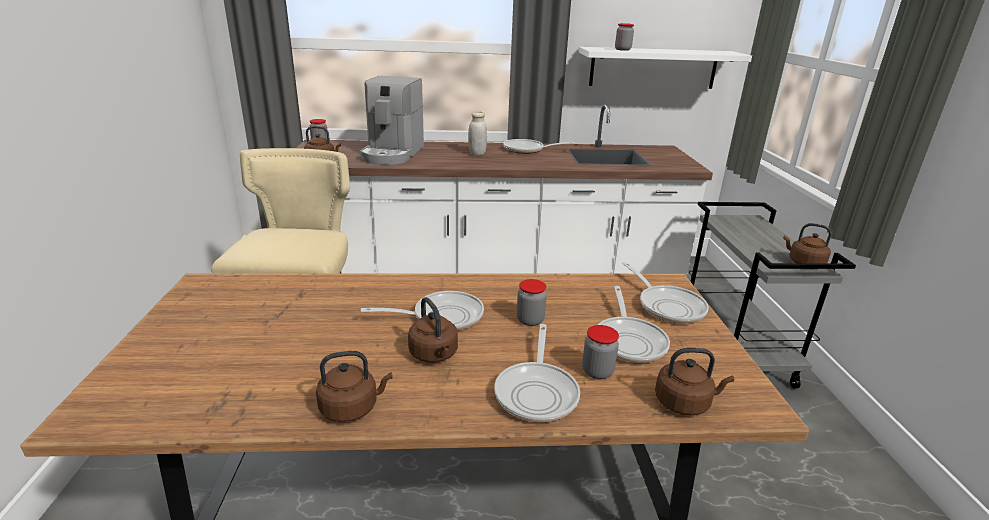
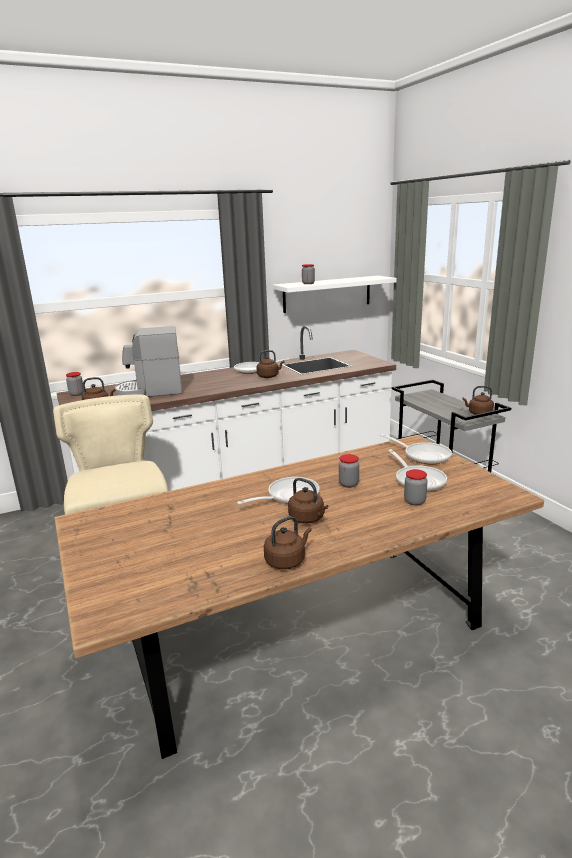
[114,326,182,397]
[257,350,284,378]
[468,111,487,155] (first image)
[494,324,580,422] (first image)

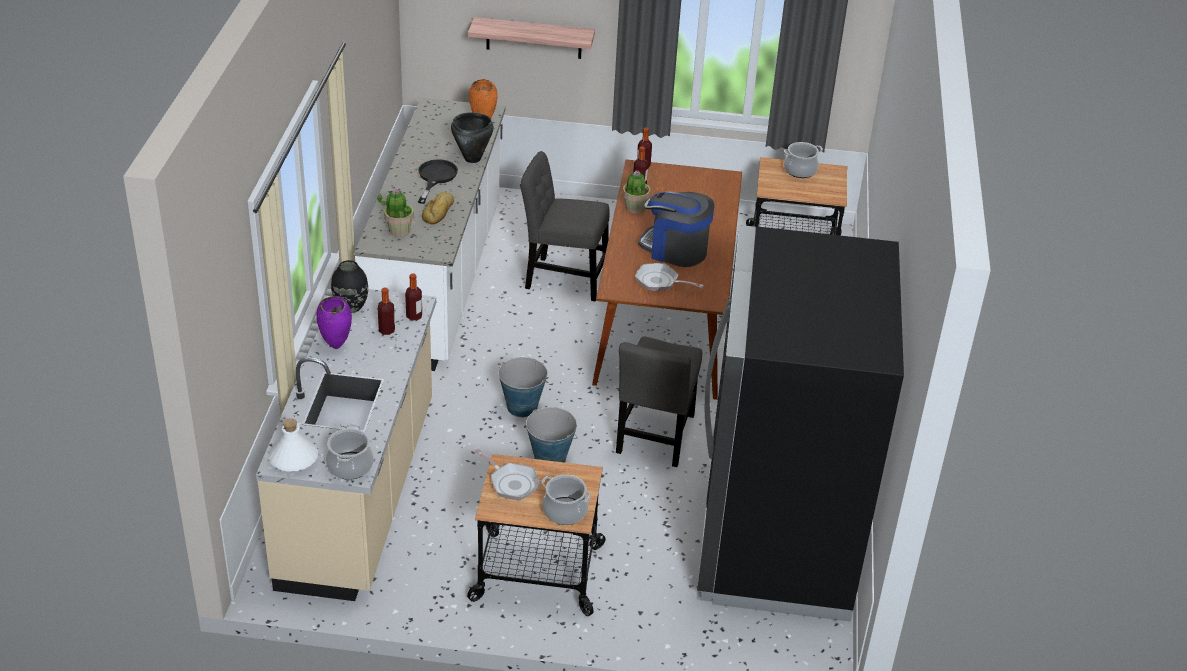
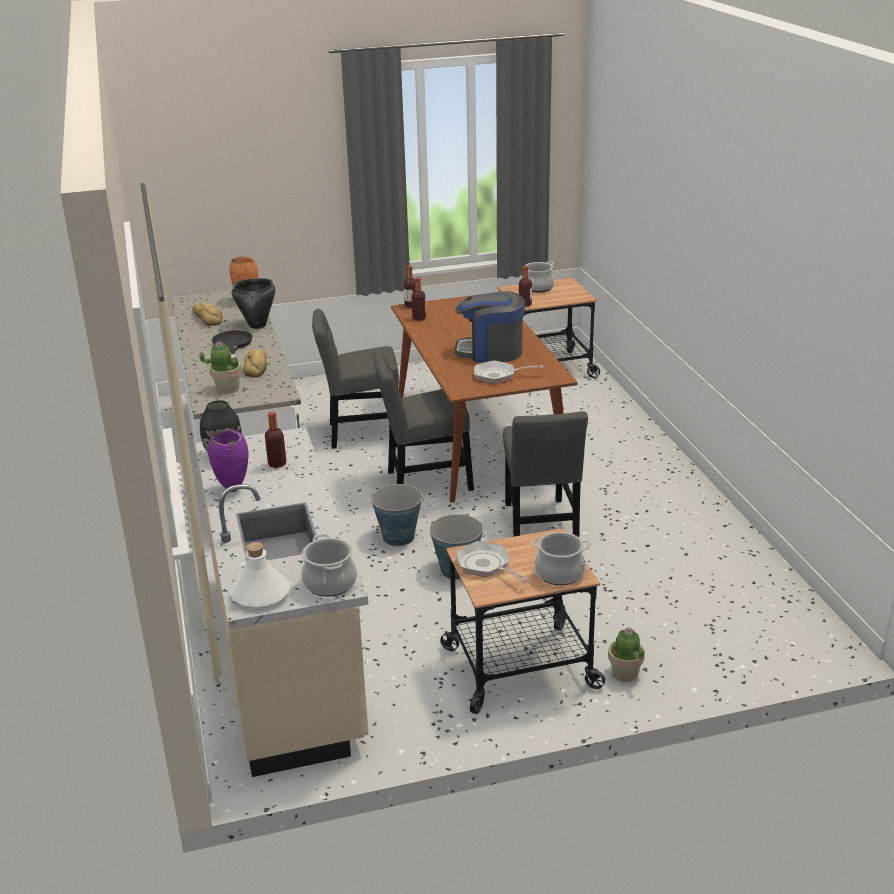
[192,303,222,326]
[373,350,474,491]
[456,541,528,582]
[519,266,532,307]
[608,627,645,682]
[468,17,595,59] (first image)
[697,225,904,622] (first image)

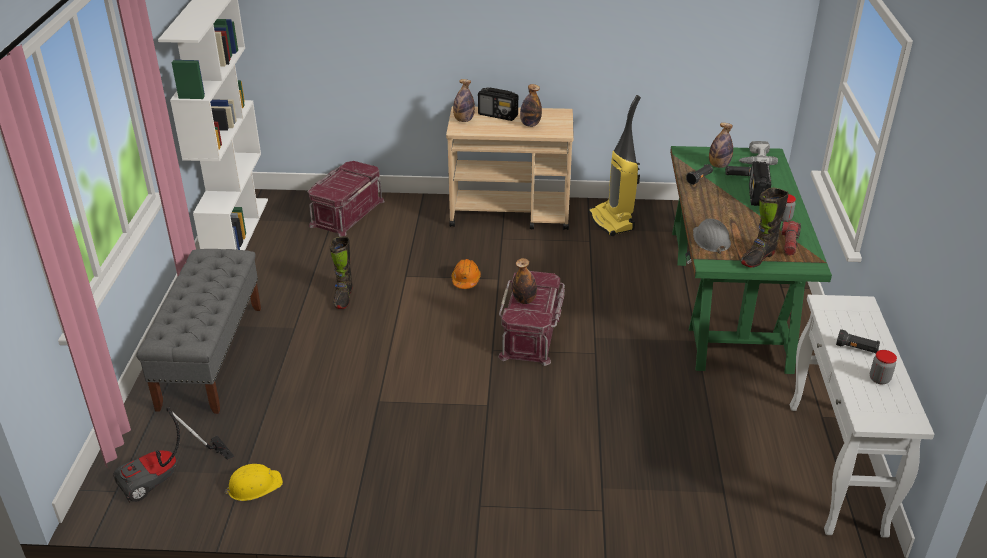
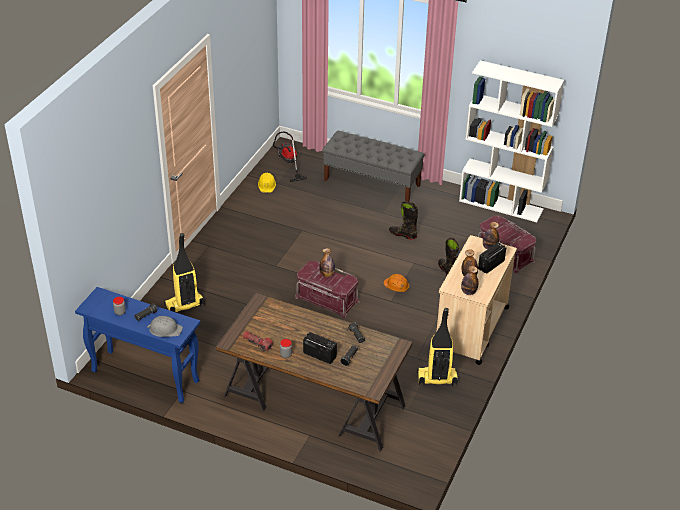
[75,287,200,403]
[147,316,183,337]
[164,233,205,312]
[216,293,412,452]
[438,238,459,276]
[461,266,479,295]
[738,141,778,165] (first image)

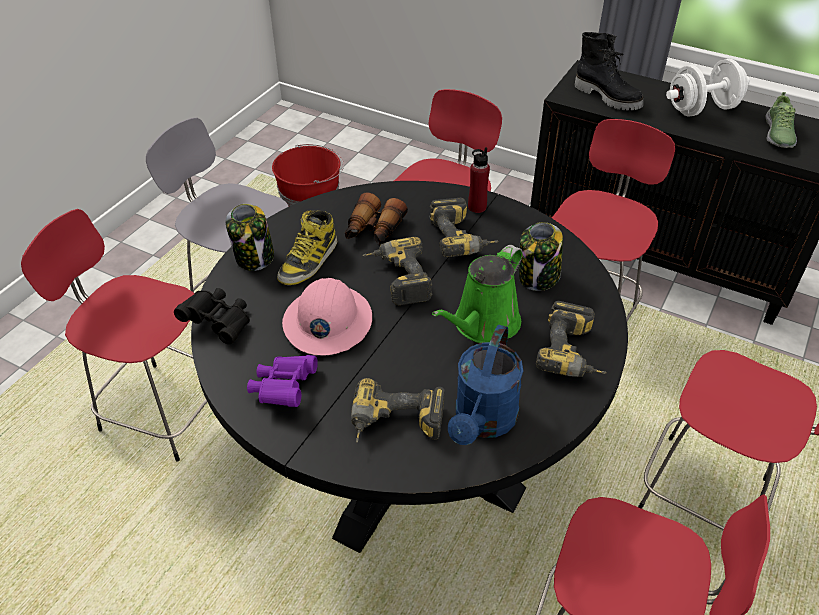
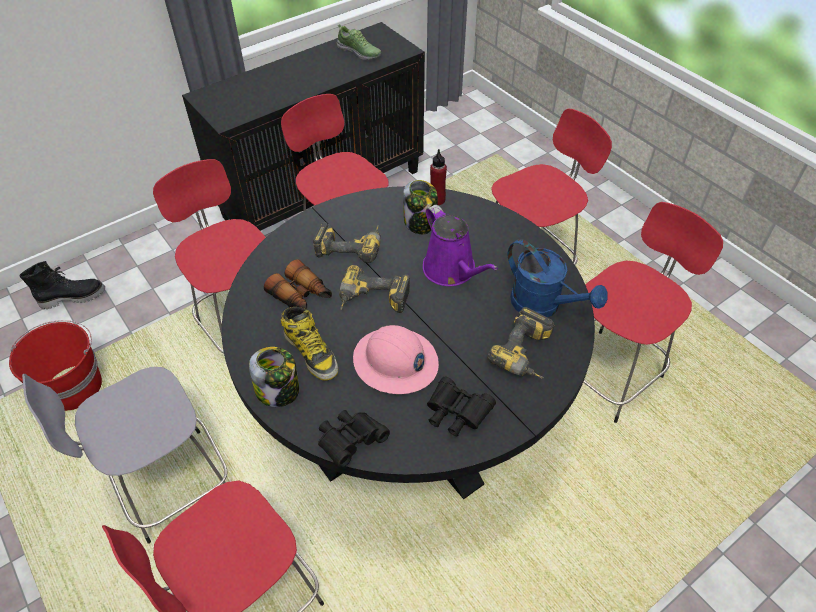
[19,261,105,309]
[423,205,498,286]
[427,377,496,436]
[430,149,447,205]
[536,301,606,377] (first image)
[666,59,750,117] (first image)

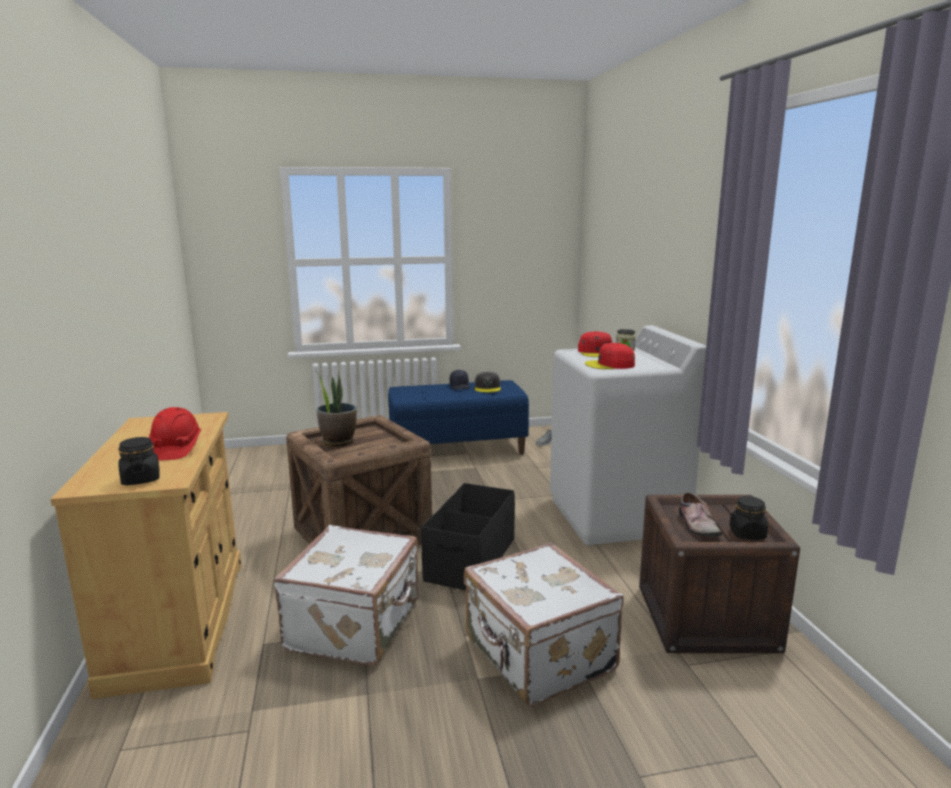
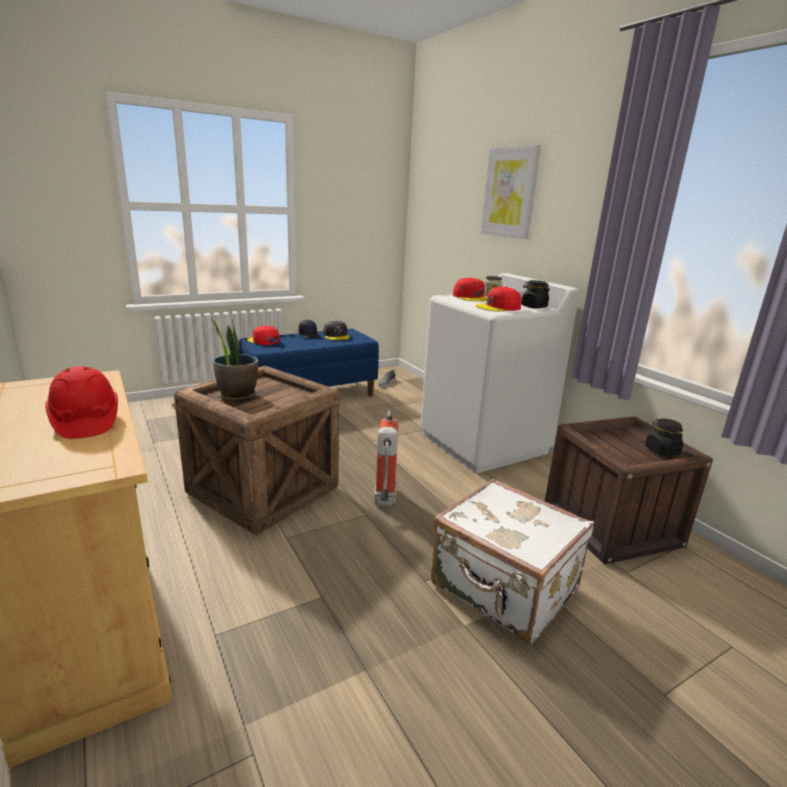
[247,326,280,345]
[374,410,398,506]
[481,145,541,239]
[521,280,550,309]
[273,525,419,666] (first image)
[679,492,722,536] (first image)

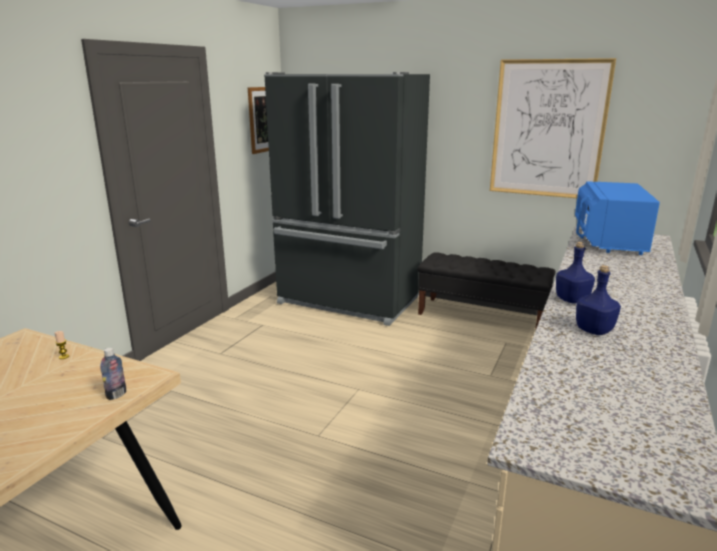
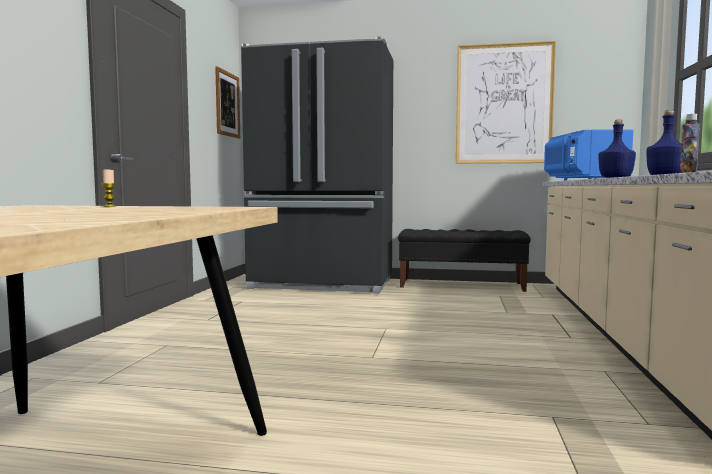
[680,114,700,173]

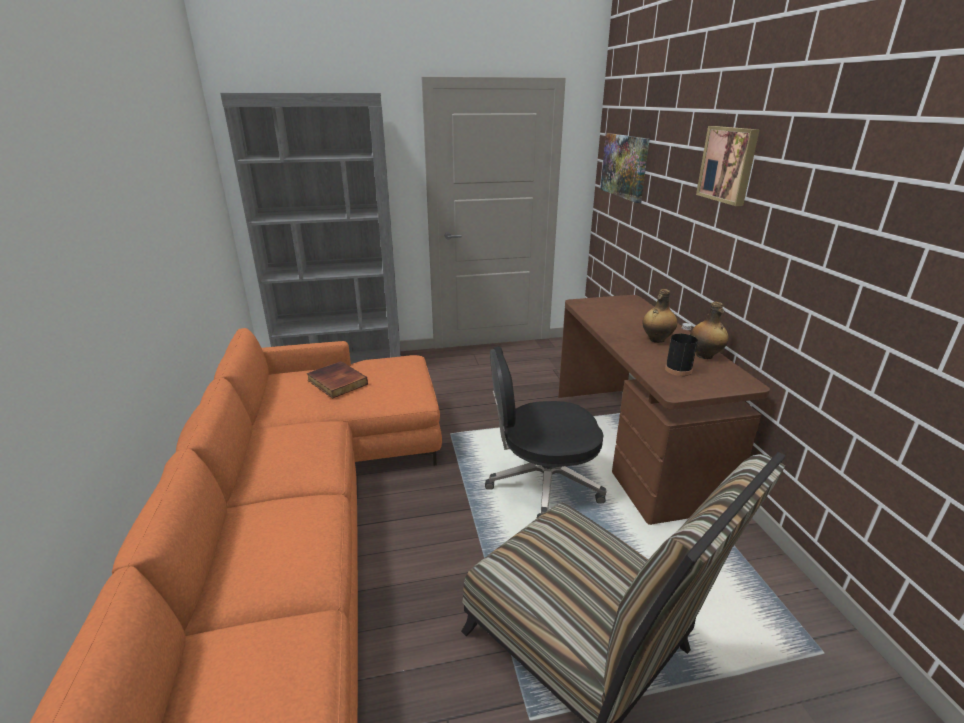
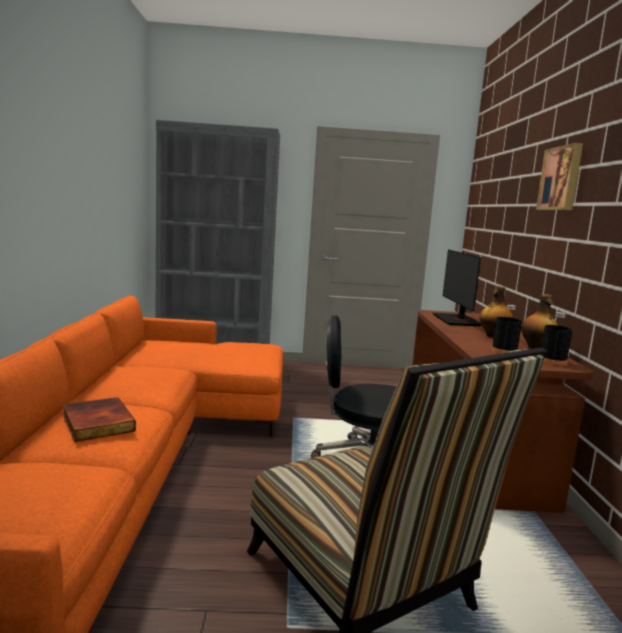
[63,397,136,442]
[433,250,481,326]
[541,312,572,366]
[600,133,650,203] (first image)

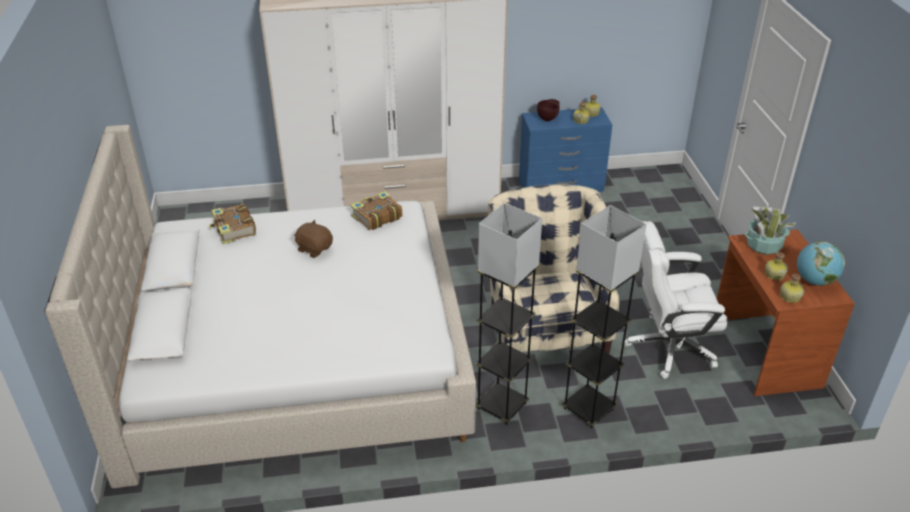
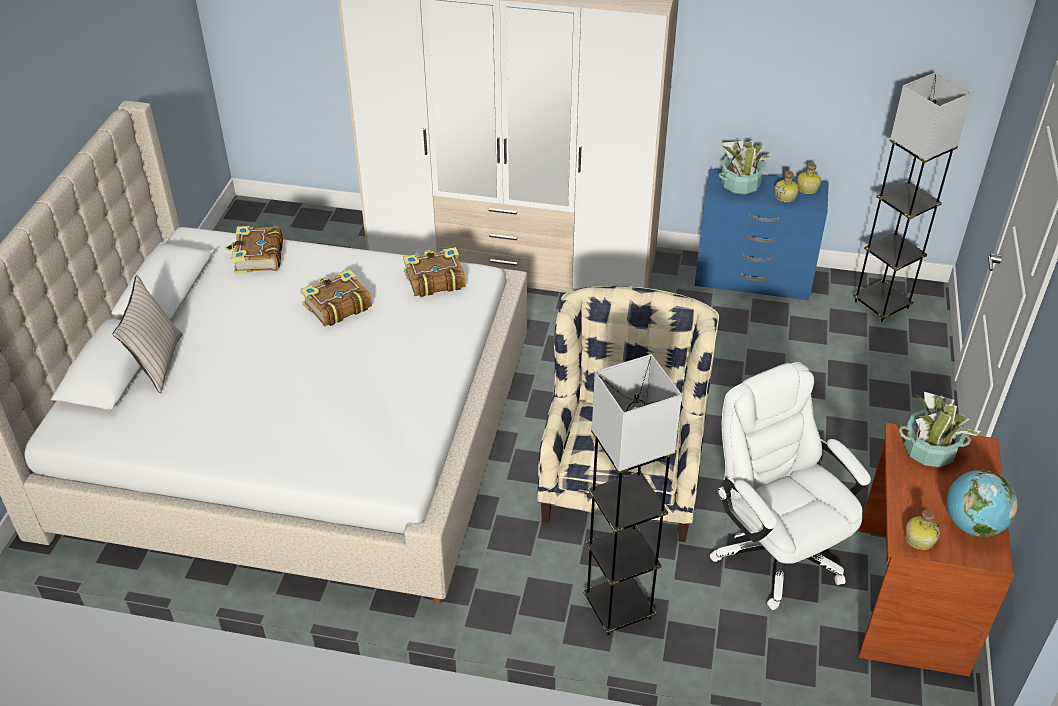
[113,275,183,393]
[300,269,372,326]
[710,362,871,610]
[718,140,771,195]
[853,72,973,322]
[765,252,788,280] (first image)

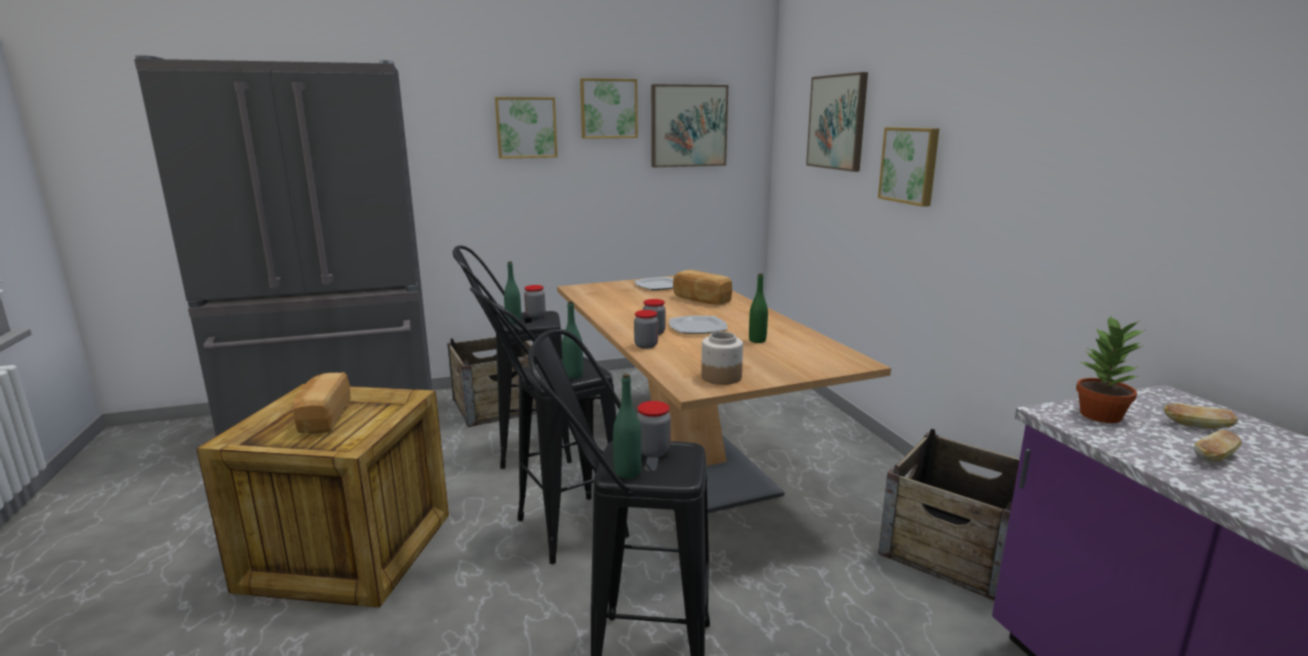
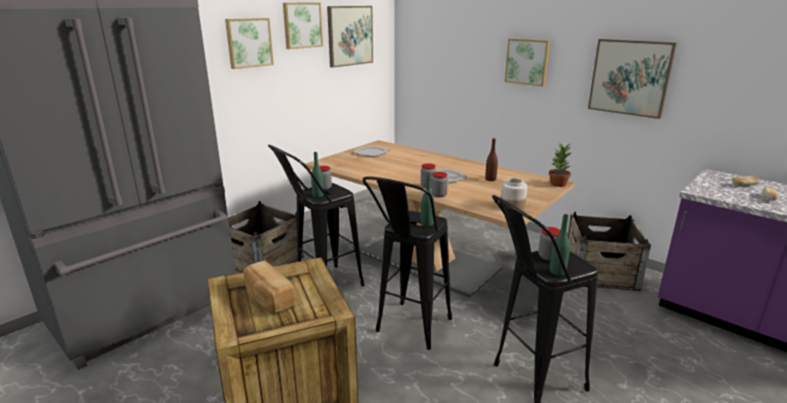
[485,138,498,181]
[549,143,572,187]
[588,39,677,119]
[673,269,732,304] (first image)

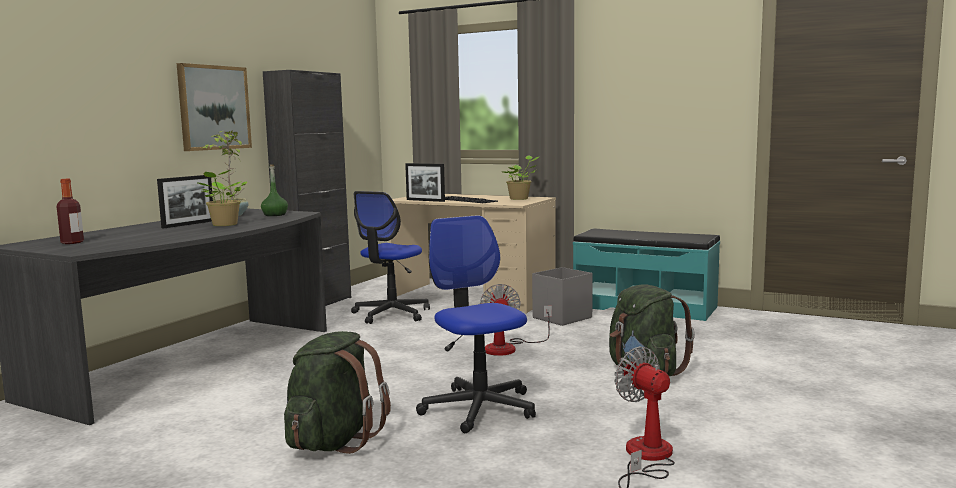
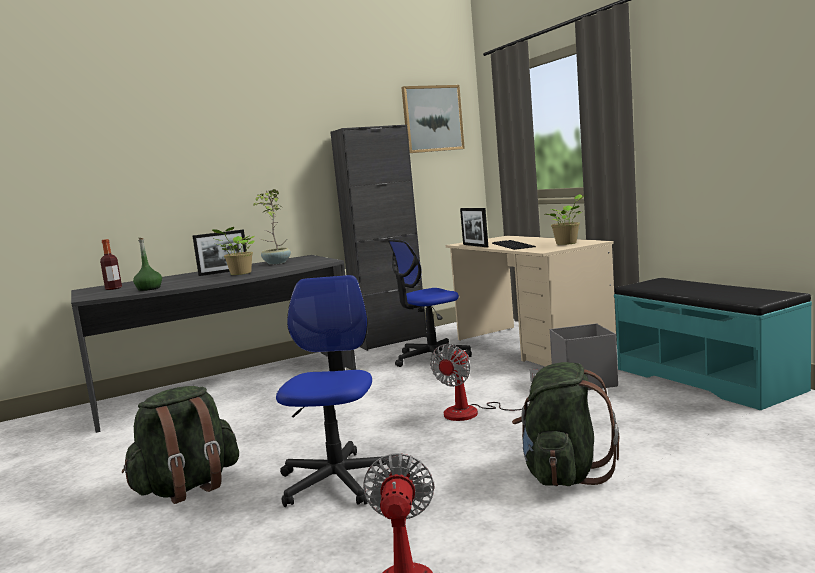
[133,238,162,291]
[401,85,465,153]

